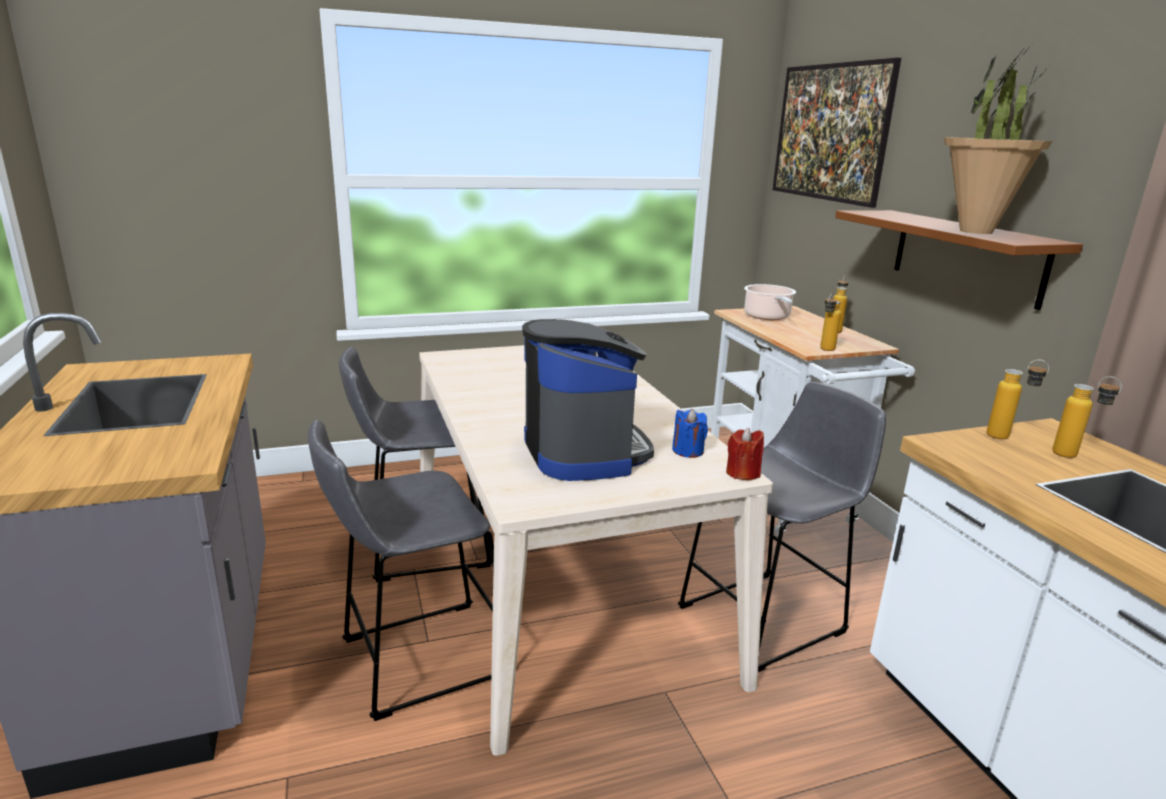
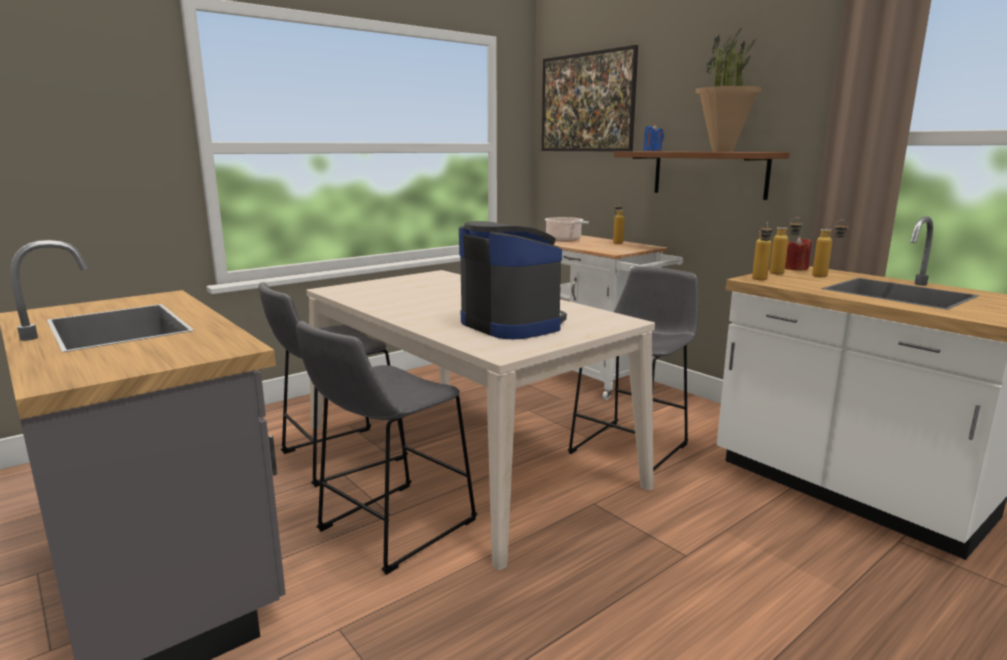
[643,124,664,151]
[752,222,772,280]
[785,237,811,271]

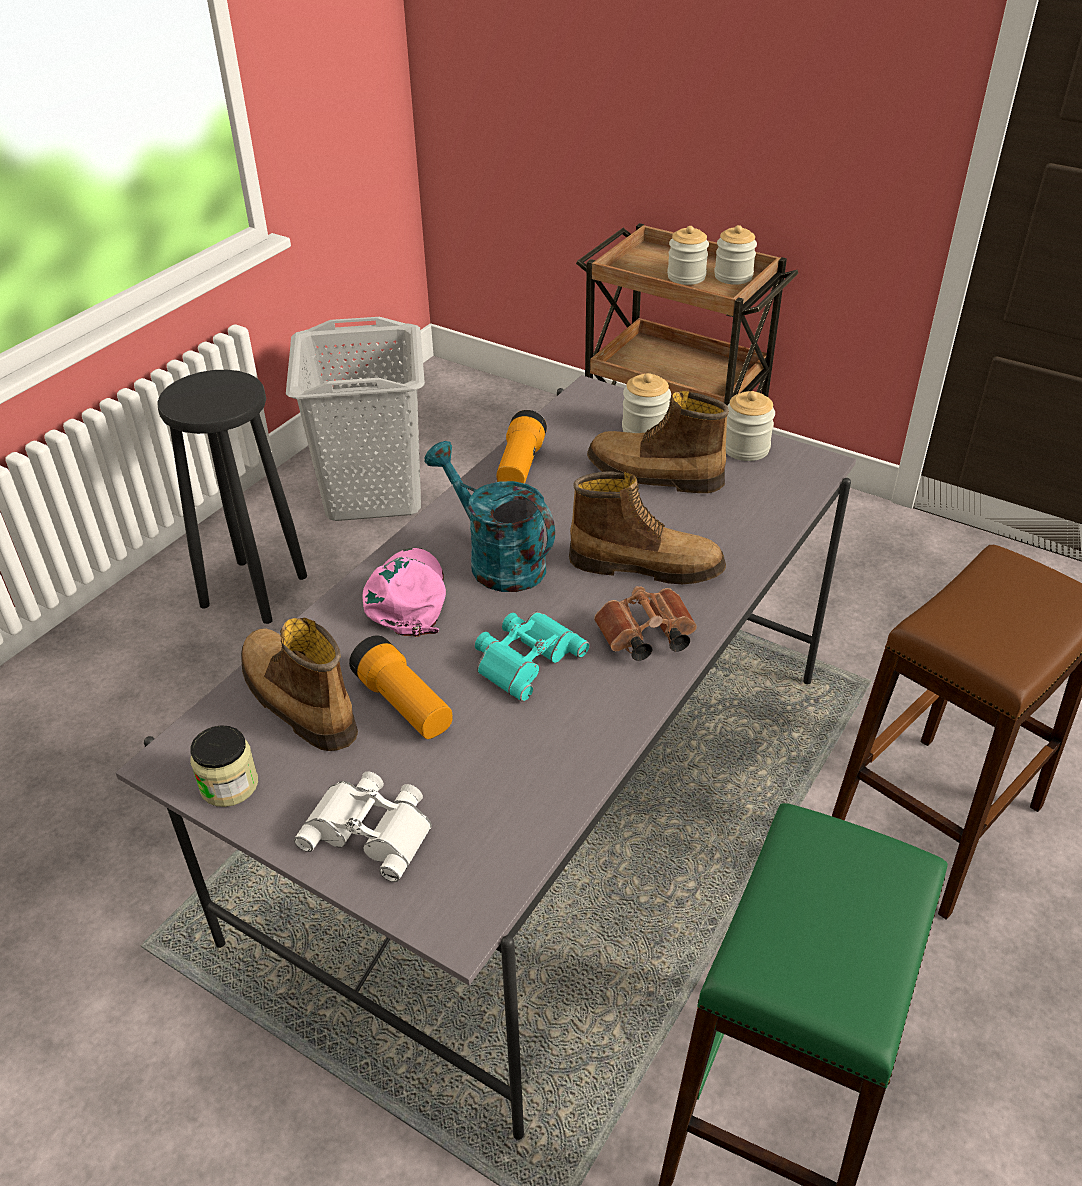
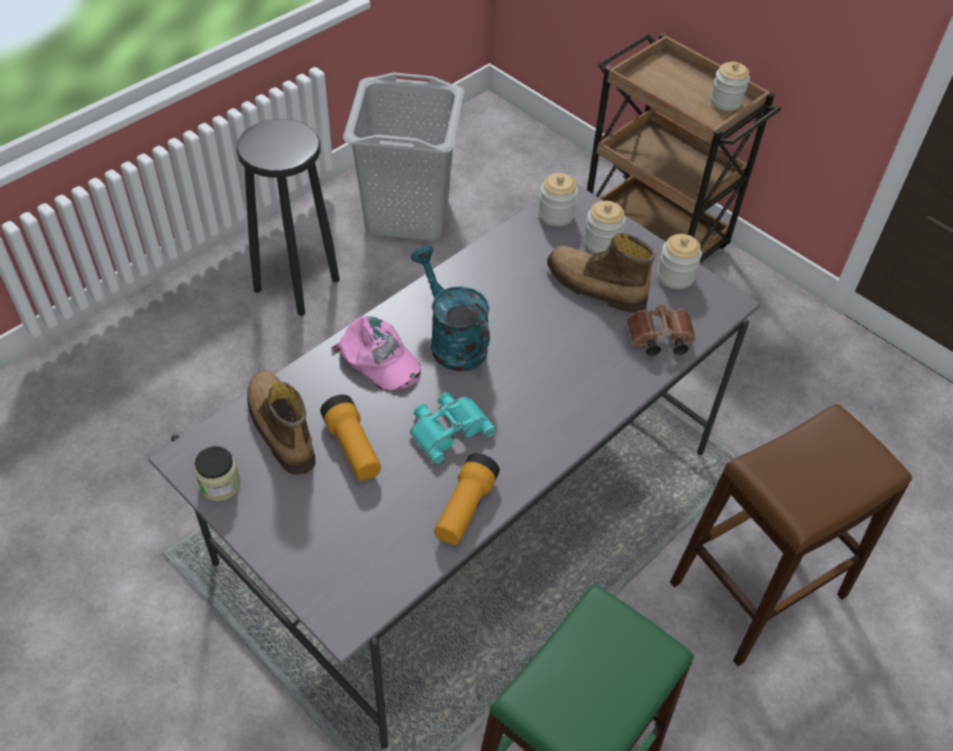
[331,317,421,391]
[434,453,500,545]
[538,173,578,226]
[627,304,696,356]
[294,772,432,882] (first image)
[569,472,726,584] (first image)

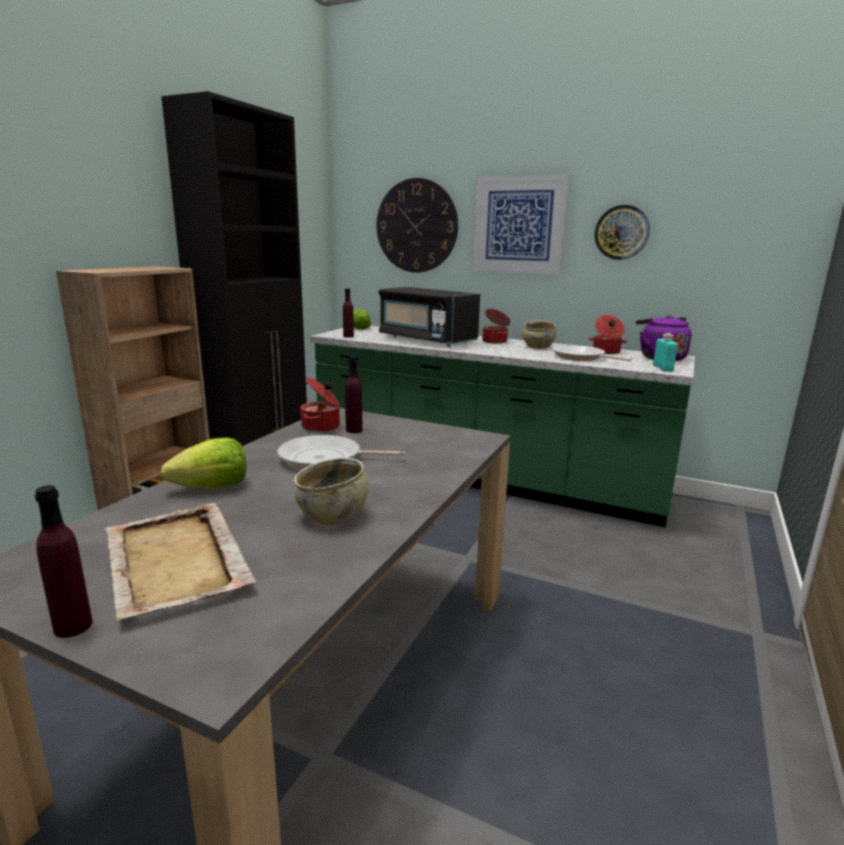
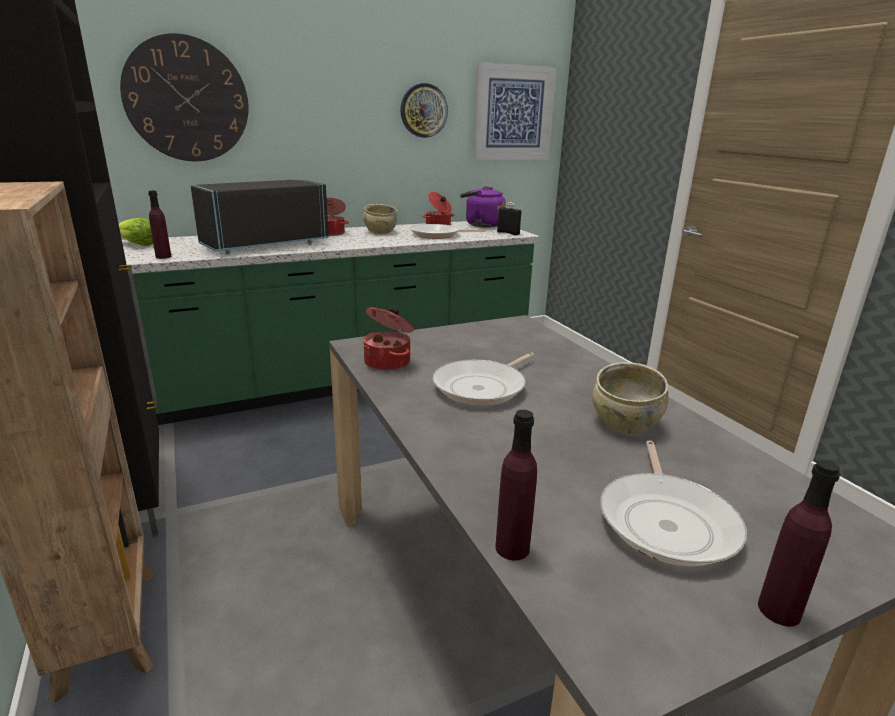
[191,180,329,254]
[473,62,557,160]
[495,410,537,560]
[497,202,521,235]
[600,440,747,566]
[161,437,247,488] (first image)

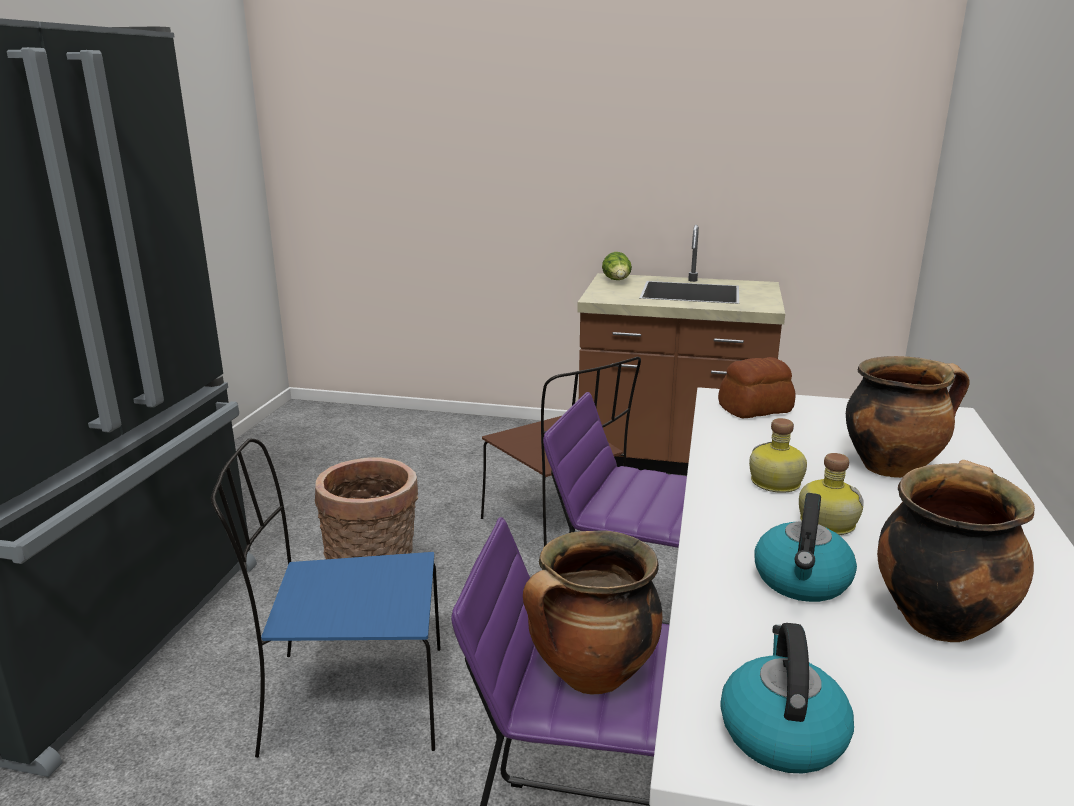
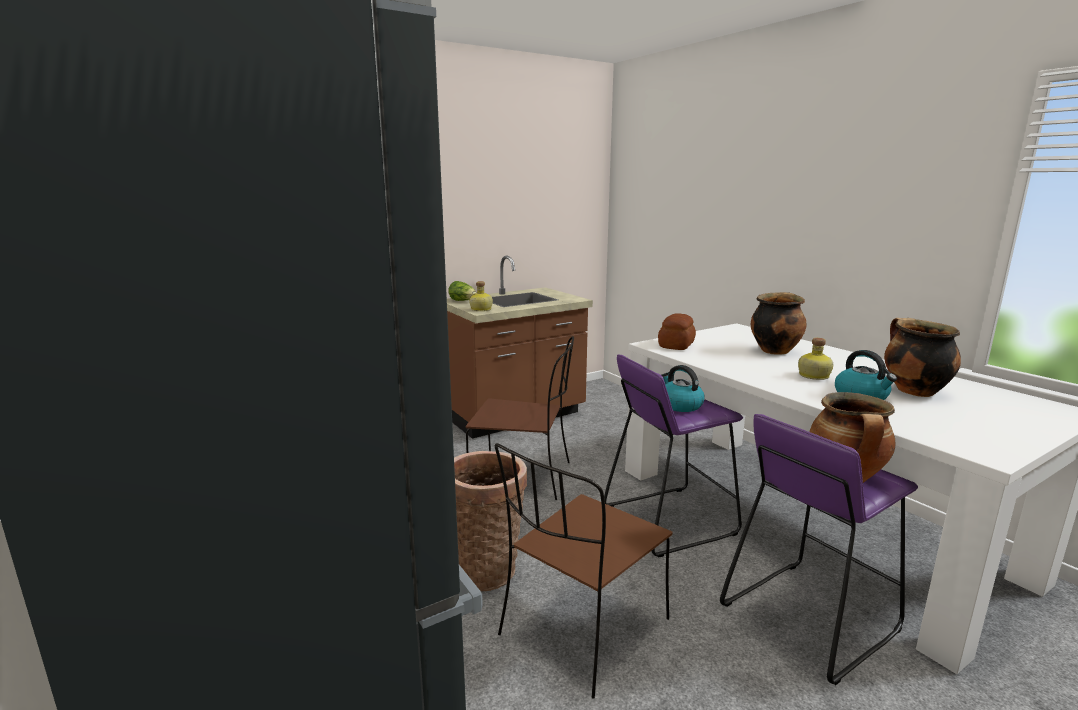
[469,281,493,311]
[494,443,672,699]
[661,365,705,412]

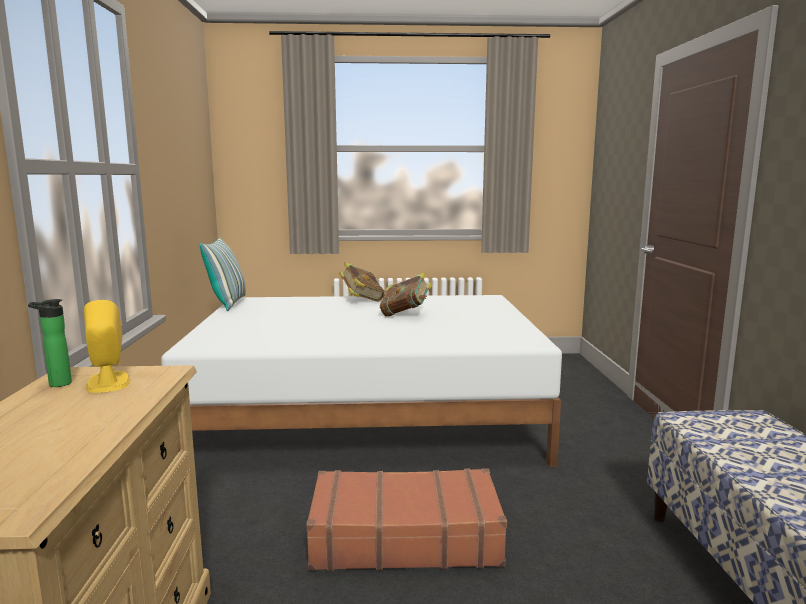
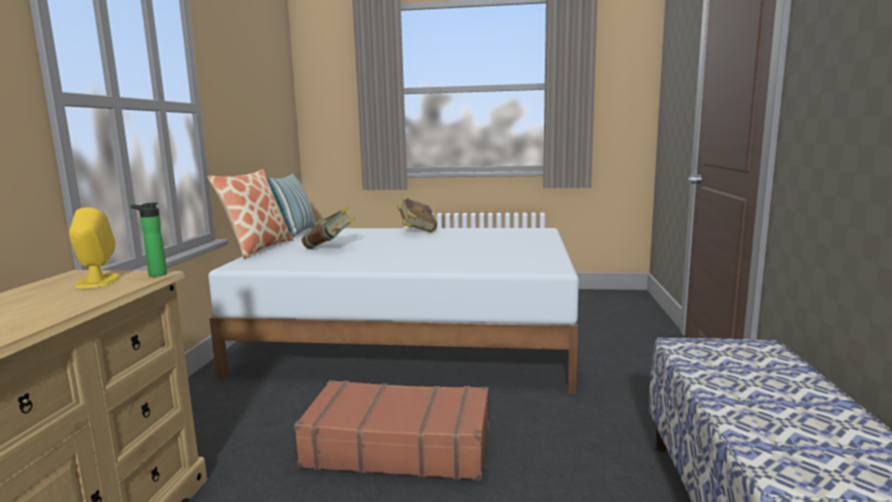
[131,203,167,277]
[208,169,293,259]
[301,207,355,249]

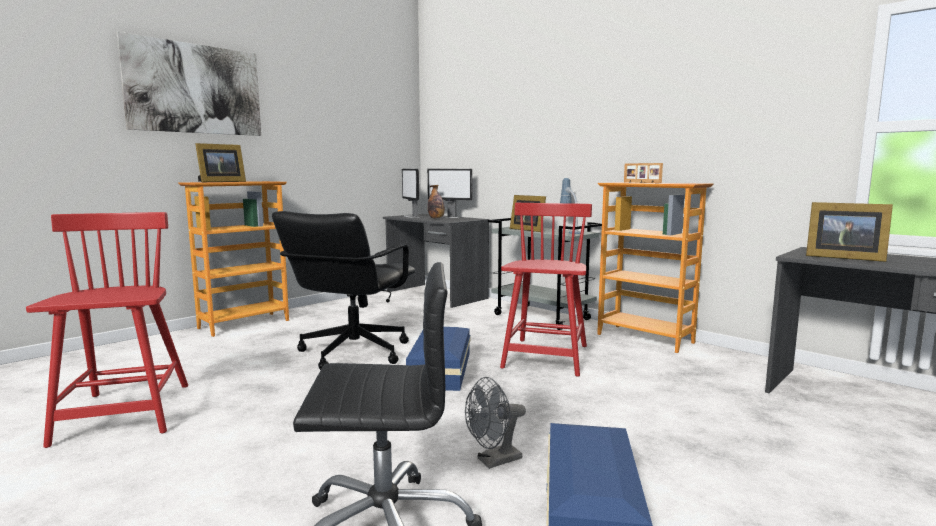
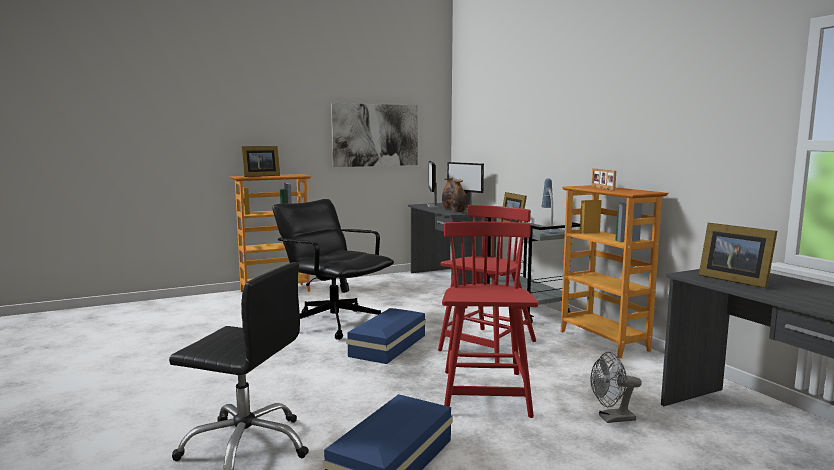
[272,199,394,340]
[331,103,418,167]
[442,222,538,418]
[451,179,467,212]
[591,352,642,423]

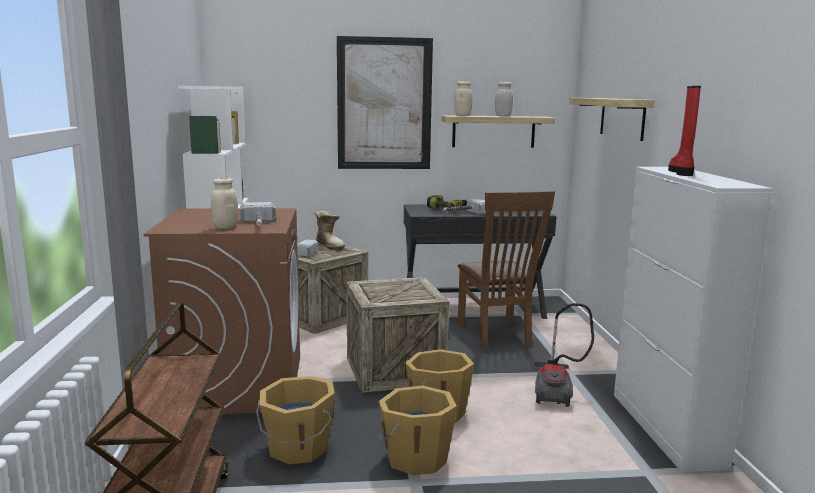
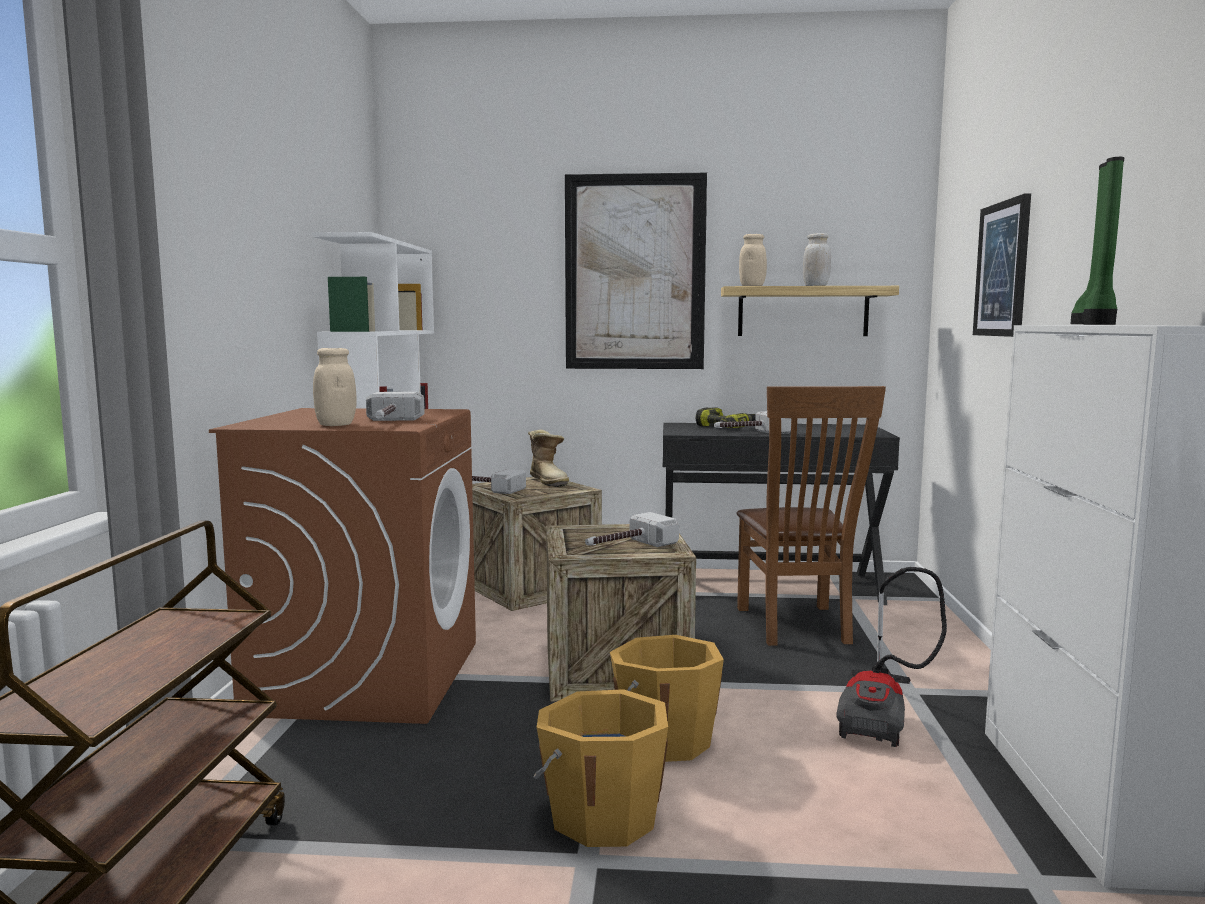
[585,512,679,547]
[973,193,1031,337]
[1071,157,1124,325]
[256,376,335,464] (first image)

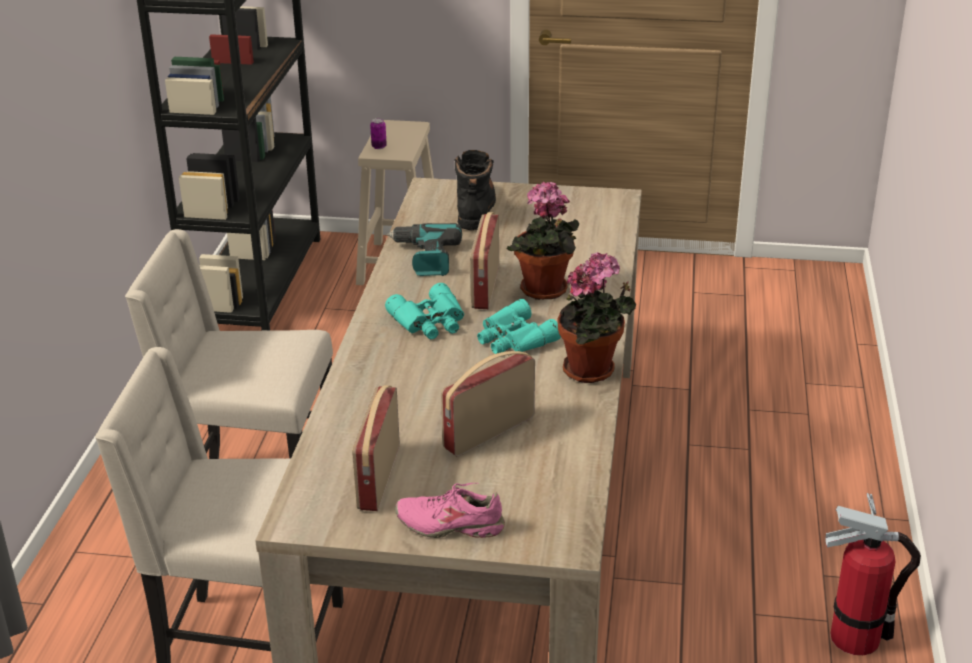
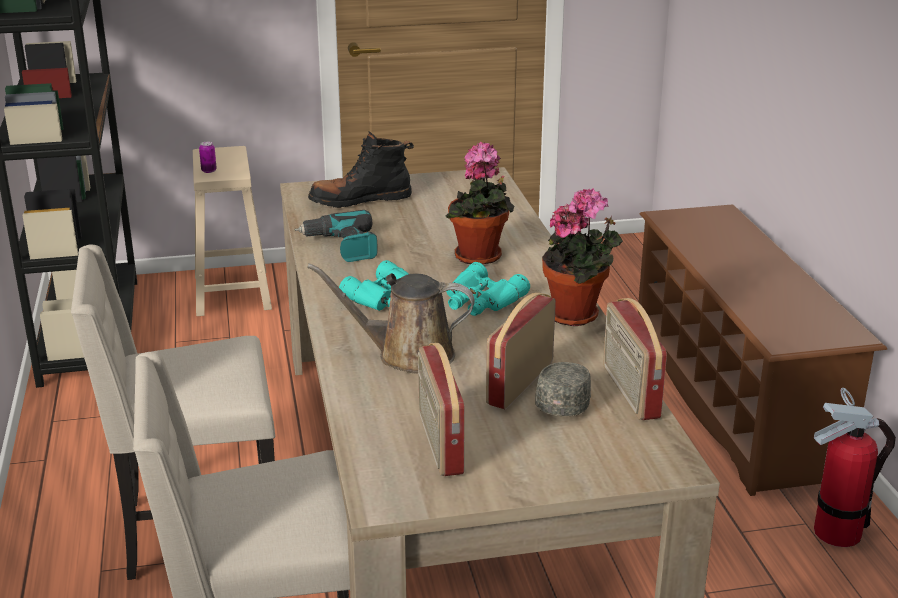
[307,264,475,373]
[308,131,414,208]
[535,362,591,416]
[603,298,667,420]
[638,204,887,496]
[395,483,505,538] (first image)

